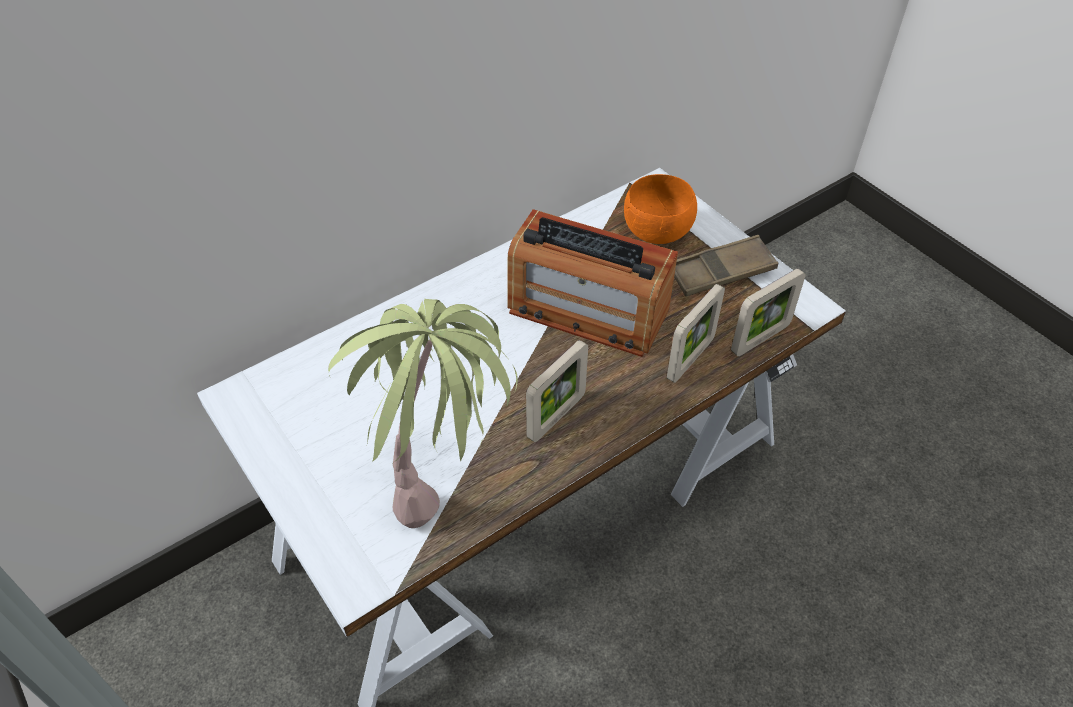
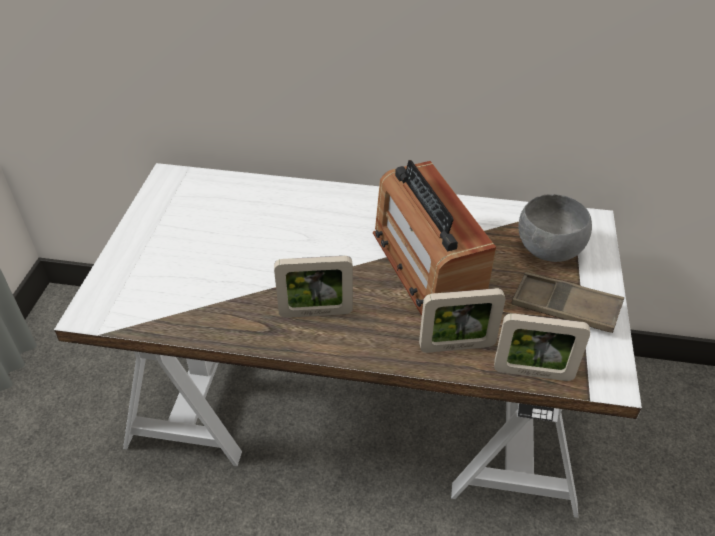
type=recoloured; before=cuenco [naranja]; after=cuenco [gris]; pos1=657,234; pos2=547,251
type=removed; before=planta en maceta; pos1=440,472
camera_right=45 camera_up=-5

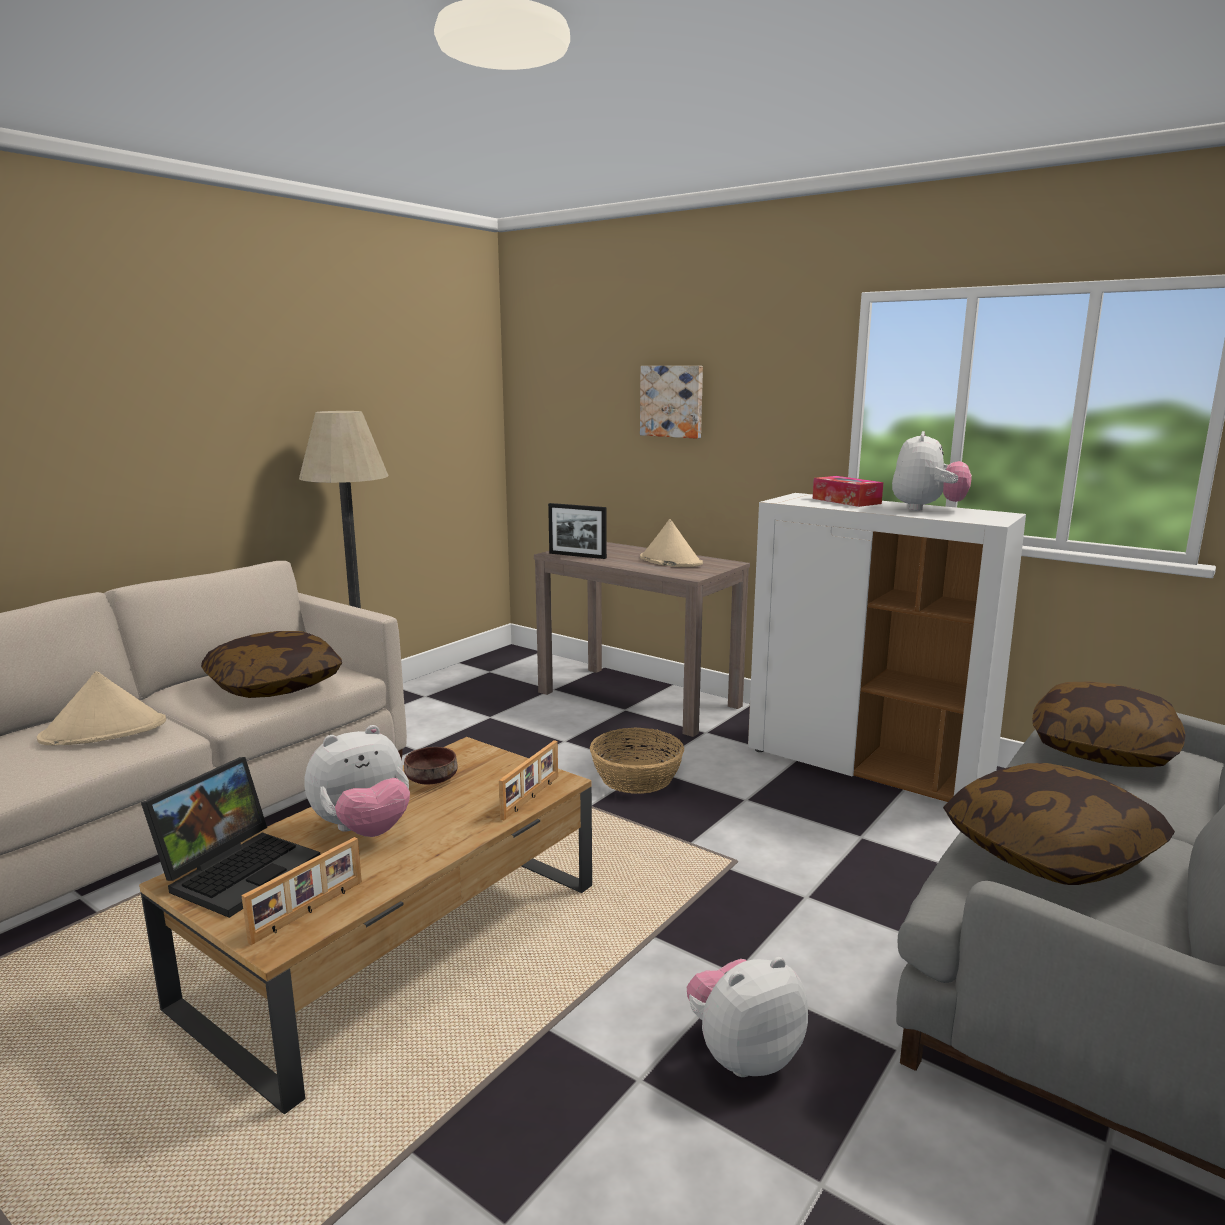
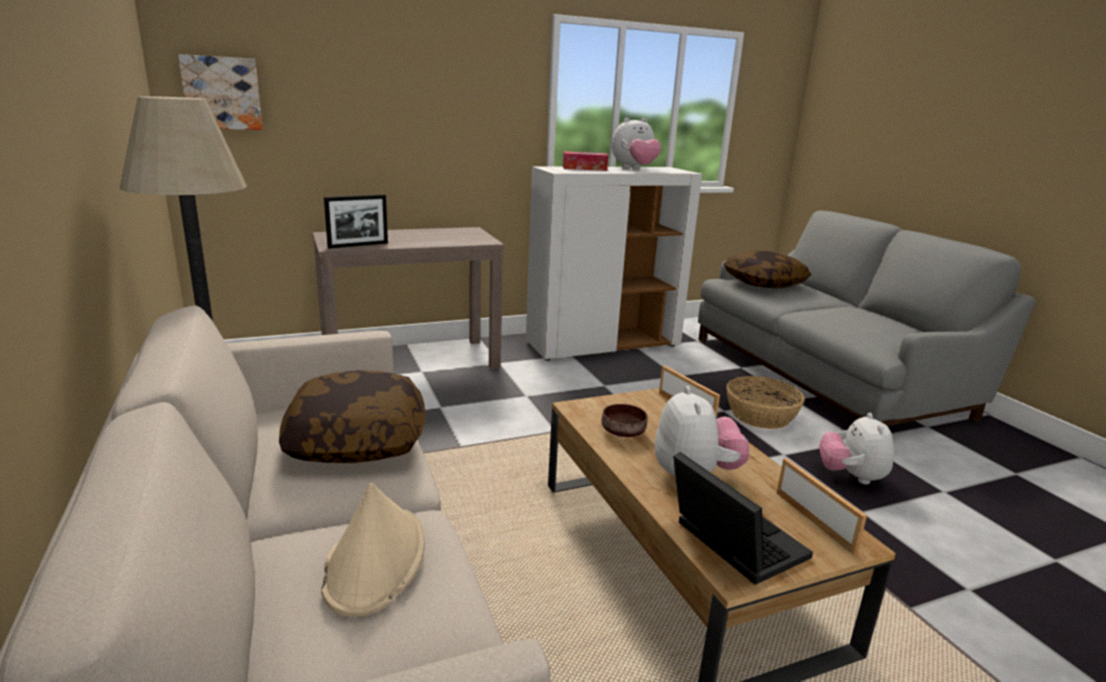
type=moved; before=cuadro; pos1=672,401; pos2=222,93
type=turned; before=peluche; pos1=927,509; pos2=634,168; turn=105
type=removed; before=sombrero [beis]; pos1=670,561
type=moved; before=cesta; pos1=636,777; pos2=760,415
type=removed; before=cojín; pos1=1050,852
camera_right=-60 camera_up=5

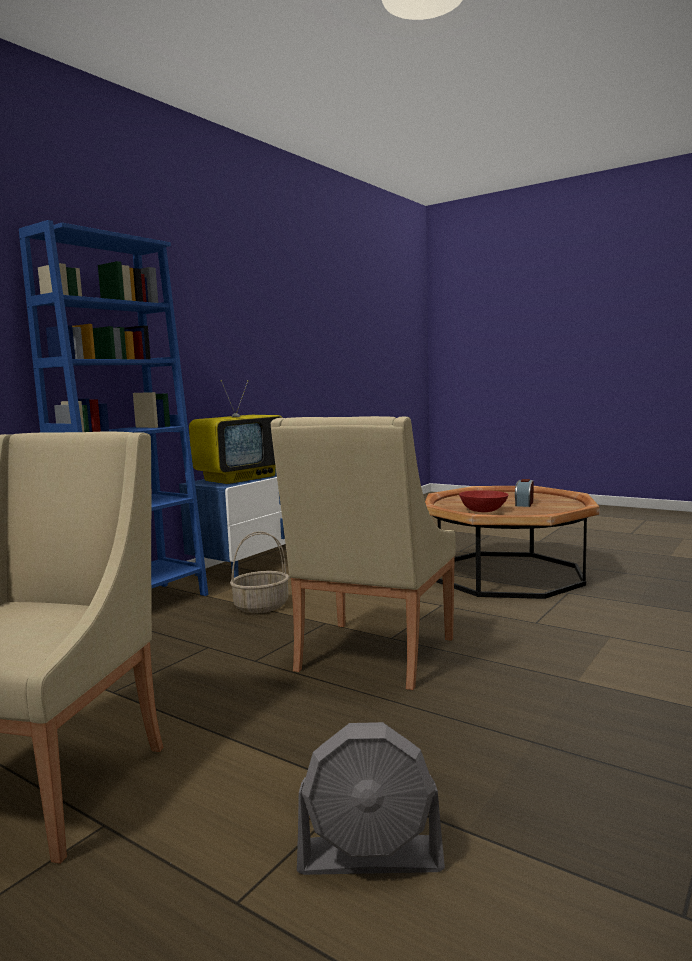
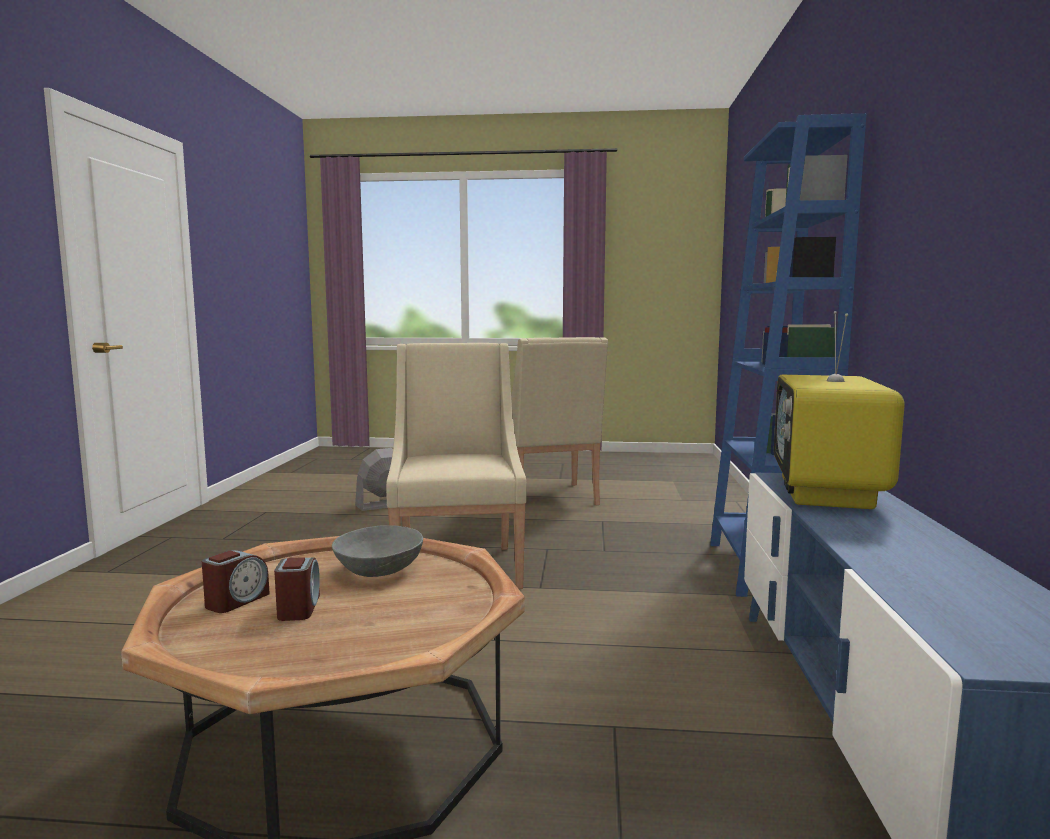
type=recoloured; before=cuenco [rojo]; after=cuenco [gris]; pos1=483,511; pos2=378,570
type=removed; before=cesta; pos1=261,606
type=added; after=despertador; pos2=236,601
camera_right=150 camera_up=0

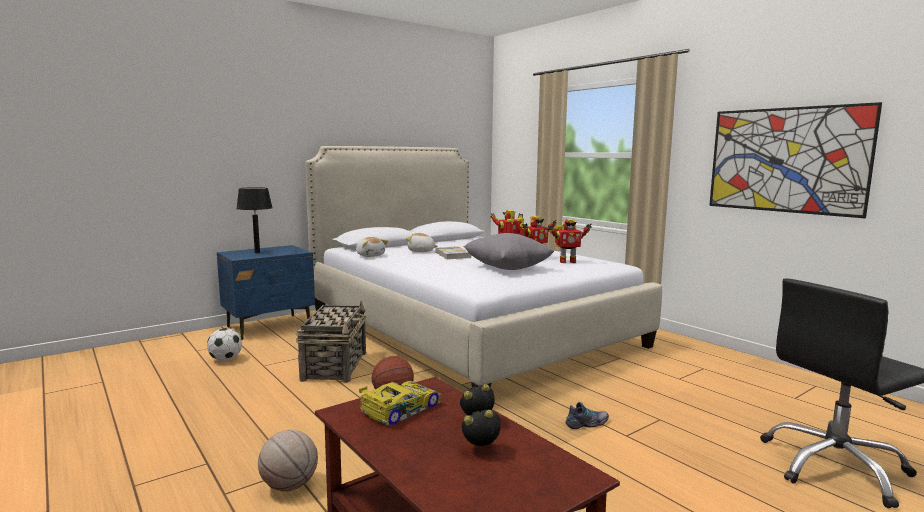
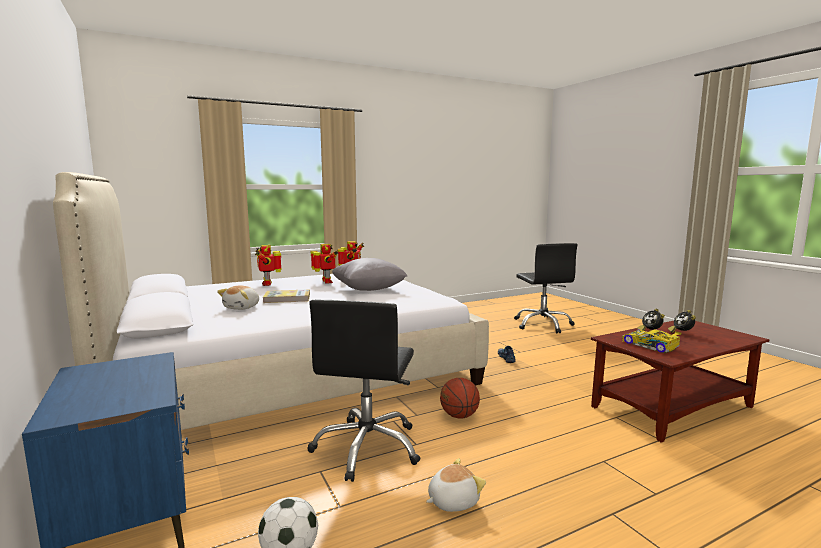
type=removed; before=cuadro; pos1=785,160
type=removed; before=lámpara de mesa [negro]; pos1=257,252
type=moved; before=peluche; pos1=370,255; pos2=452,501
type=replaced; before=cesta; after=silla de oficina [negro]; pos1=335,366; pos2=367,447
type=removed; before=balón de baloncesto; pos1=289,486
camera_right=-80 camera_up=0

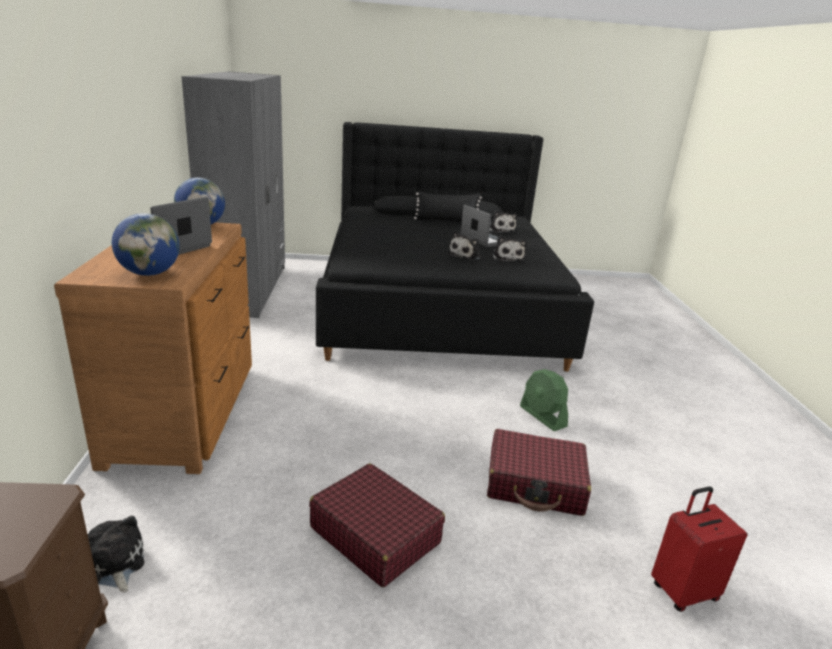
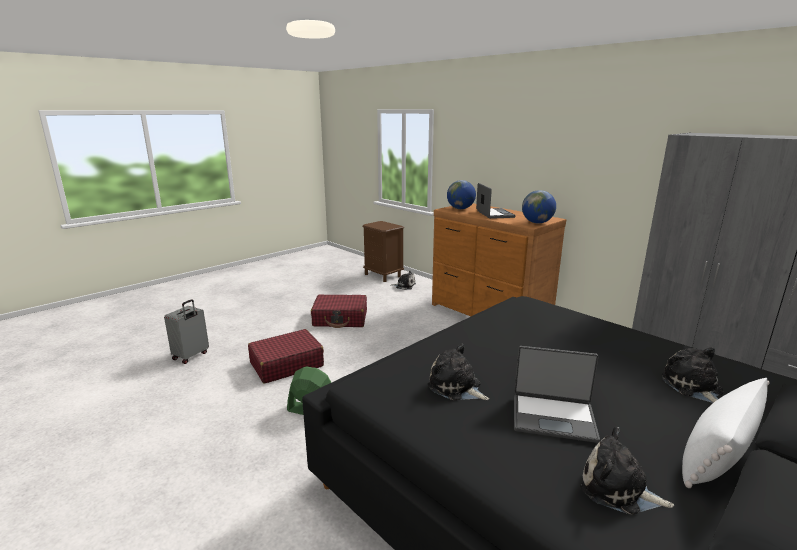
type=recoloured; before=cojín [negro]; after=cojín [blanco]; pos1=446,221; pos2=718,453
type=moved; before=peluche; pos1=465,256; pos2=693,387
type=recoloured; before=maleta [rojo]; after=maleta [gris]; pos1=682,591; pos2=191,356
camera_right=140 camera_up=-5

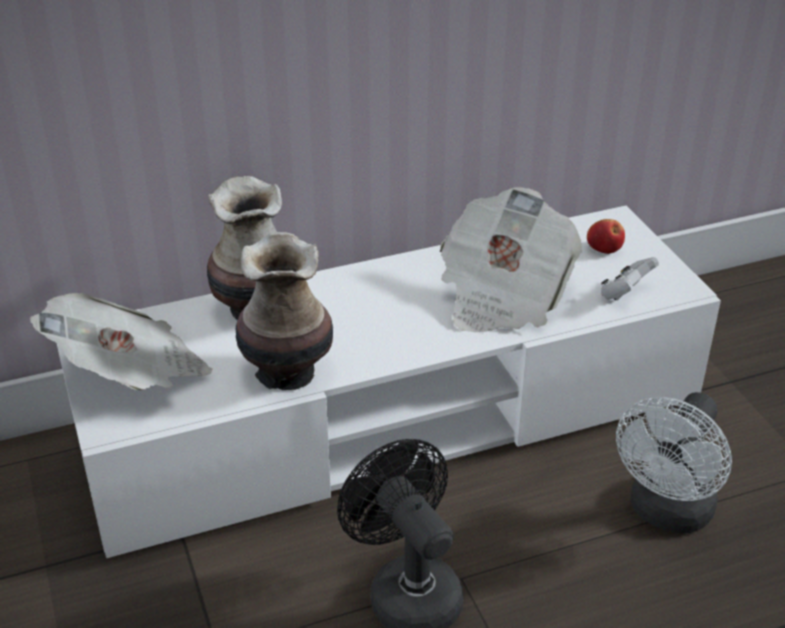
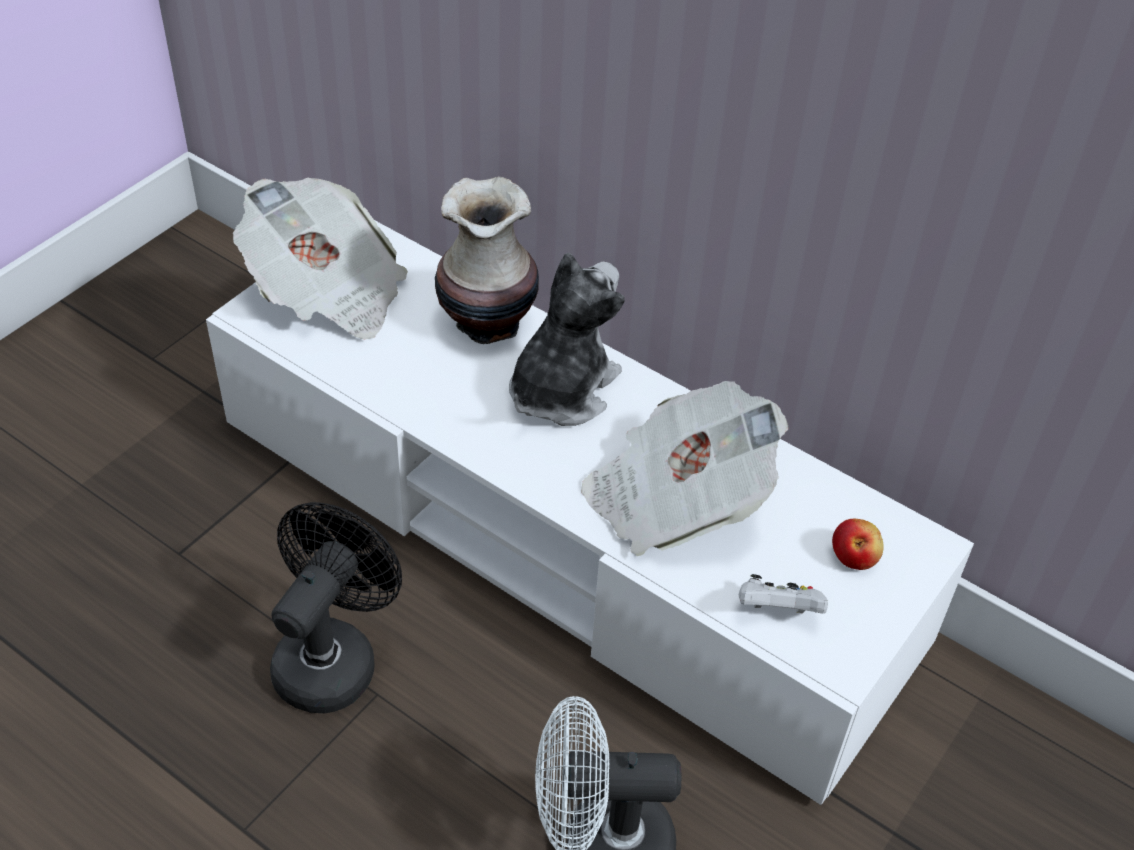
type=removed; before=florero; pos1=285,372
type=added; after=peluche; pos2=561,390
camera_right=55 camera_up=10

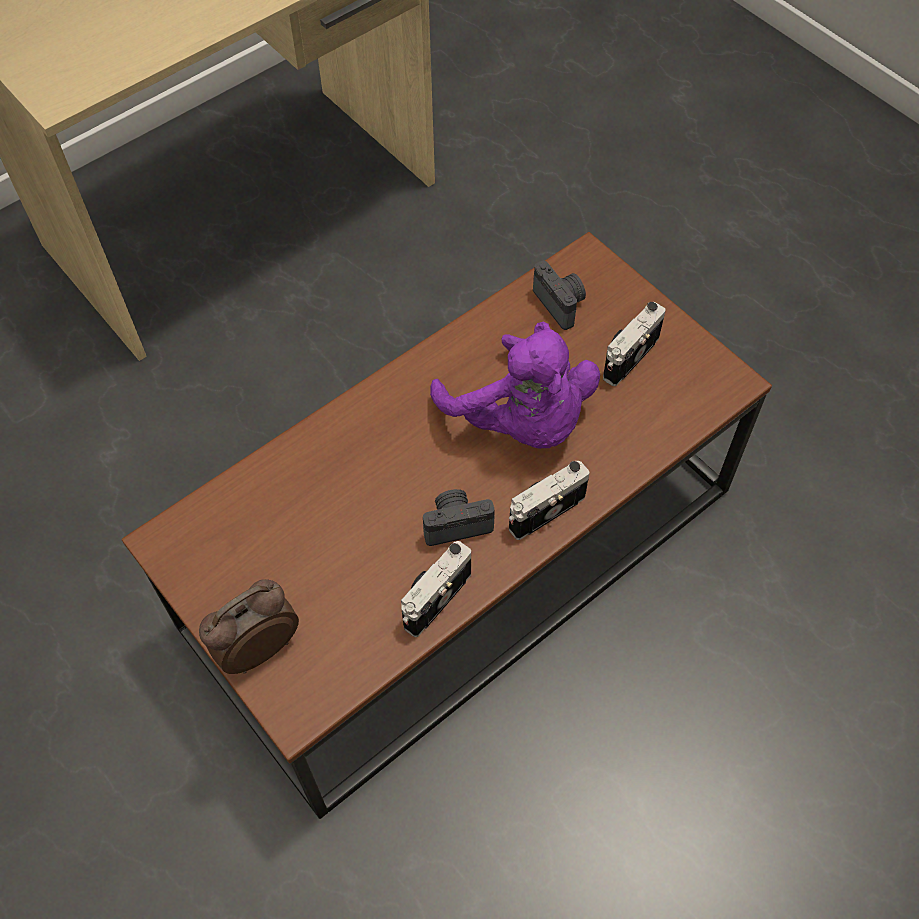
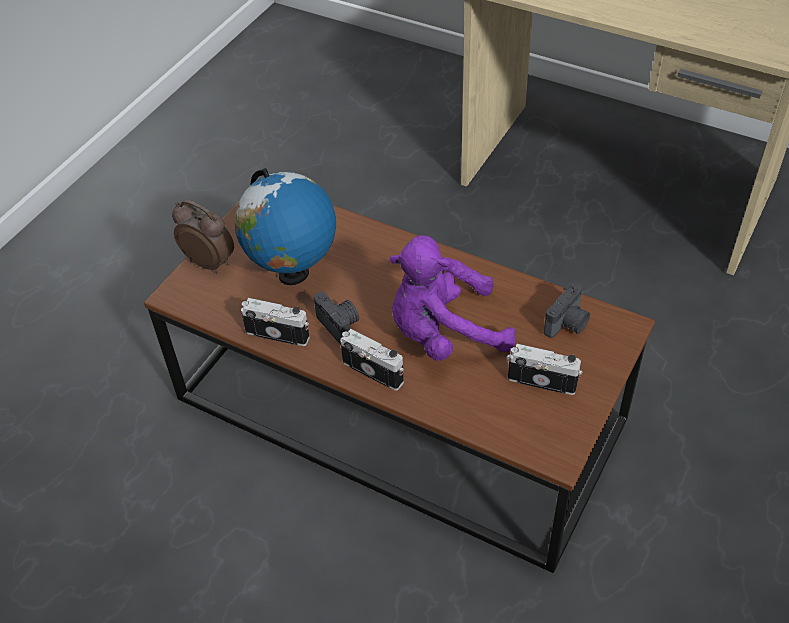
type=turned; before=peluche [morado]; pos1=521,421; pos2=444,333; turn=45
type=added; after=globo terráqueo; pos2=293,274
camera_right=70 camera_up=-10

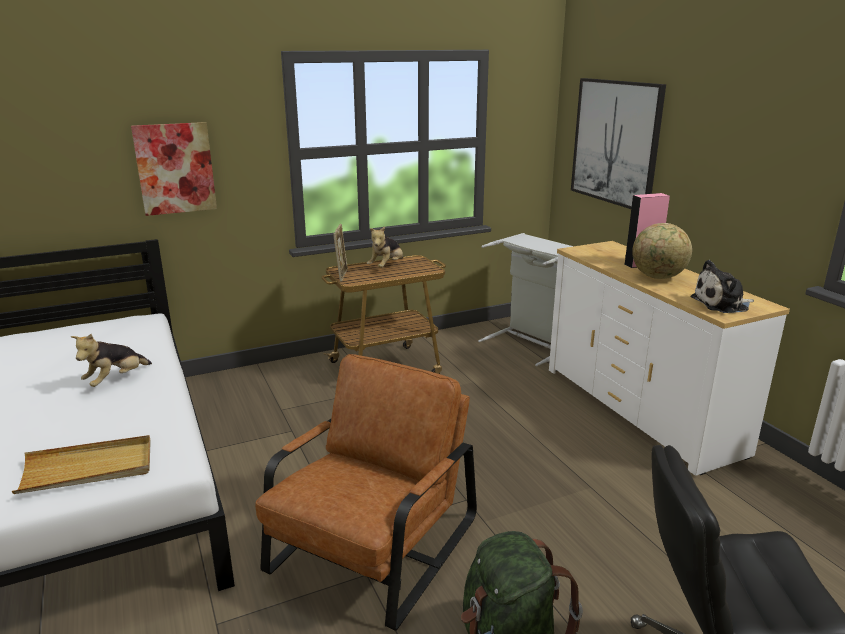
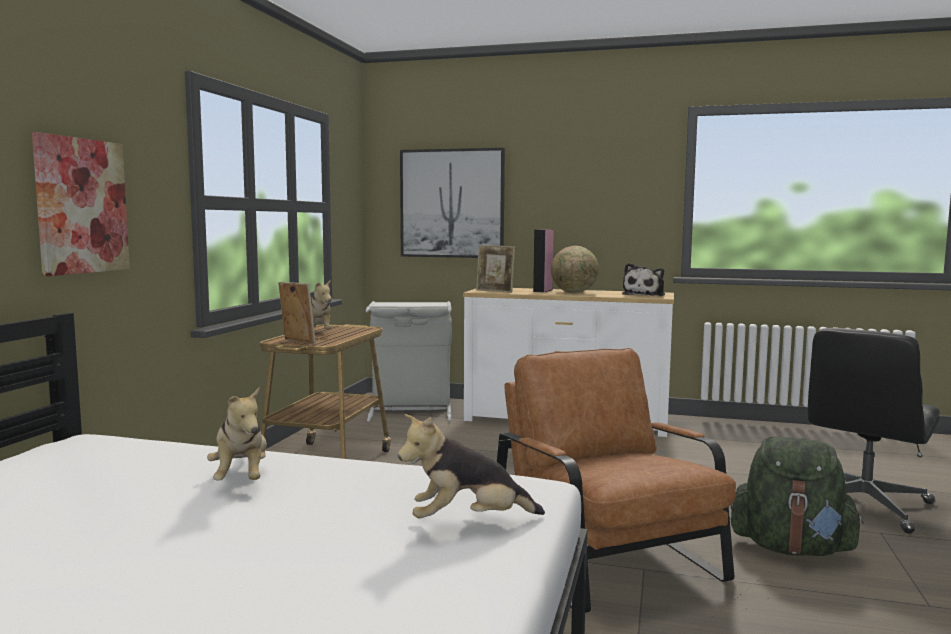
type=replaced; before=bandeja [beis]; after=peluche; pos1=88,469; pos2=468,522
type=added; after=portarretratos; pos2=495,291
camera_right=-50 camera_up=-15

